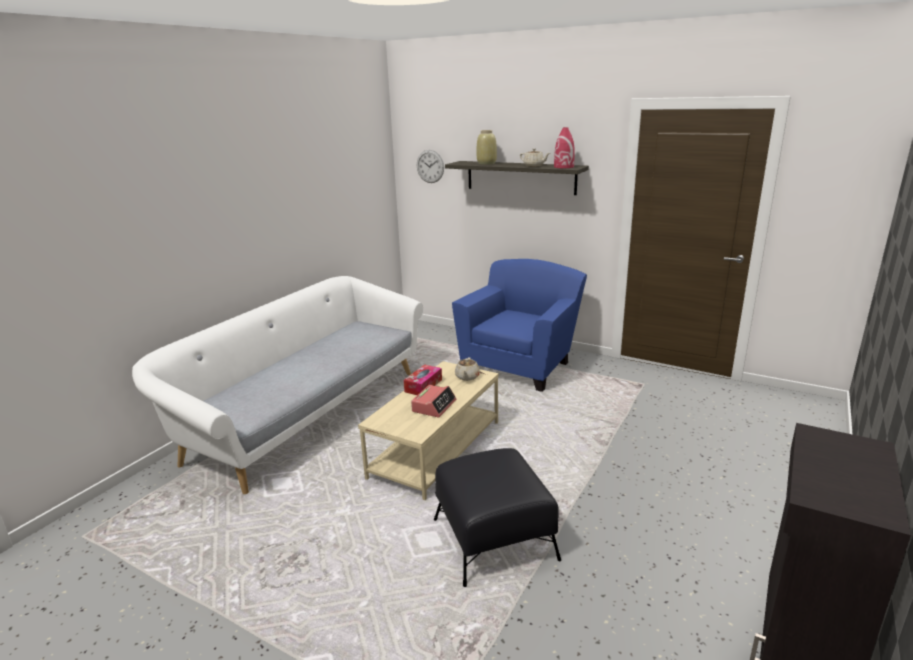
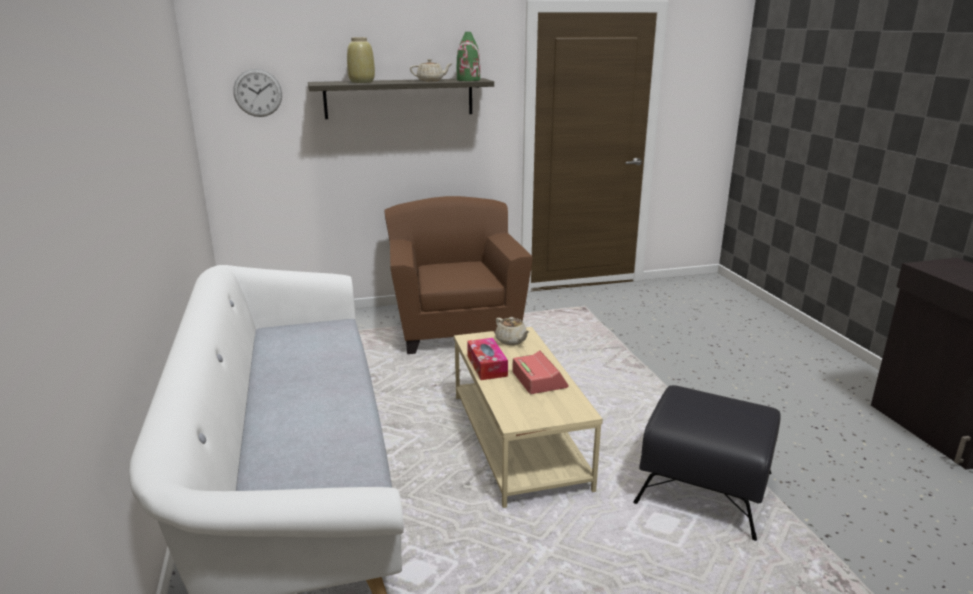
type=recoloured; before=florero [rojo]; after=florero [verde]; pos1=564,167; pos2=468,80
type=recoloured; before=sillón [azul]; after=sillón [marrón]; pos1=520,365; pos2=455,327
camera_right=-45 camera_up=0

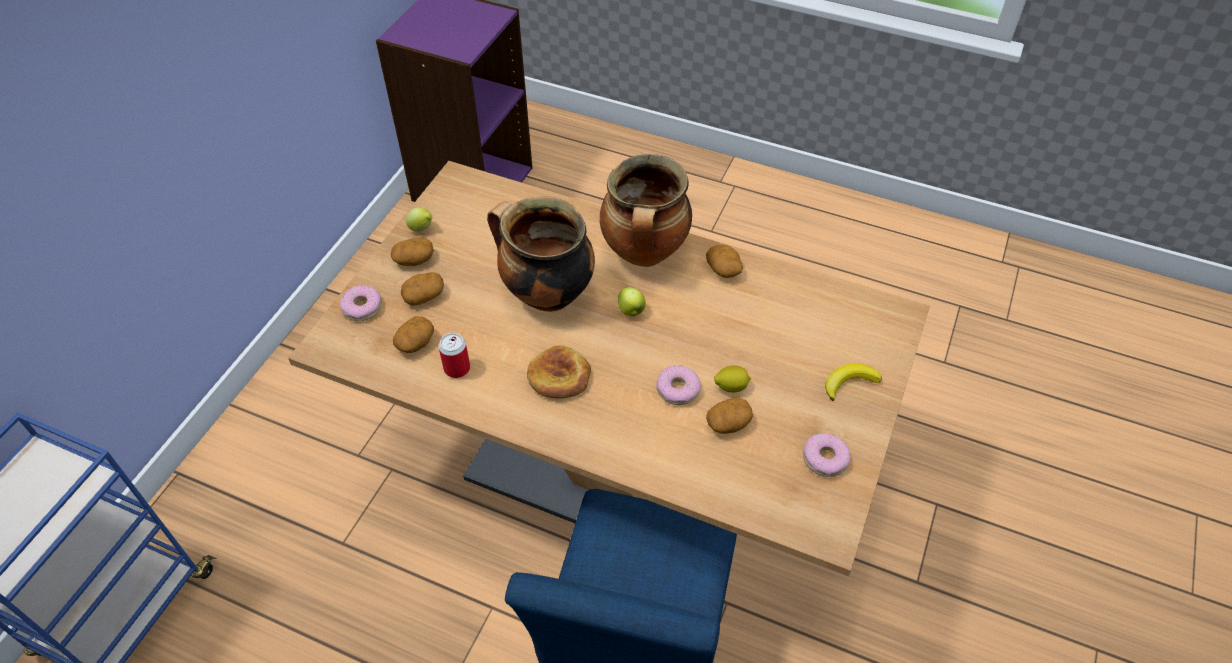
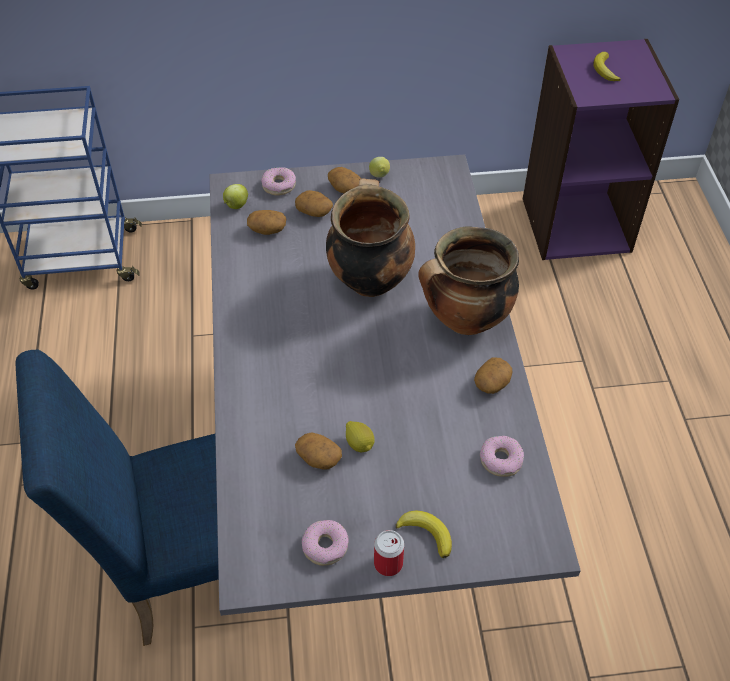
type=recoloured; before=mesa de comedor [marrón]; after=mesa de comedor [gris]; pos1=616,468; pos2=365,471
type=moved; before=manzana; pos1=631,311; pos2=236,205
type=moved; before=lata; pos1=457,368; pos2=388,563
type=removed; before=pan; pos1=559,376
type=moved; before=rosquilla; pos1=678,389; pos2=501,460
type=added; after=plátano; pos2=604,70
camera_right=60 camera_up=0

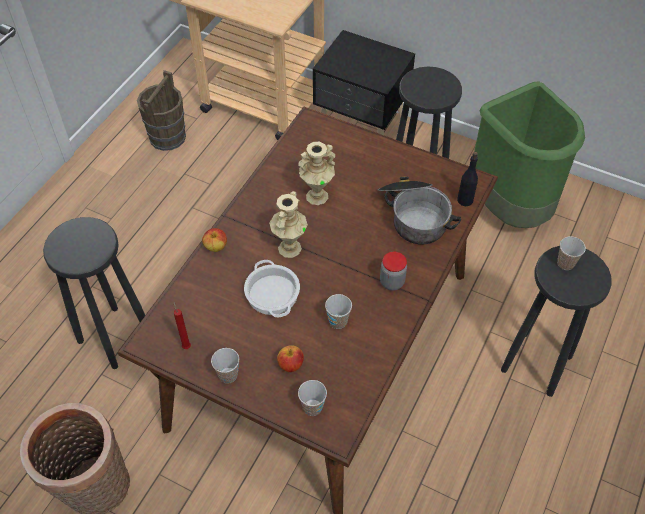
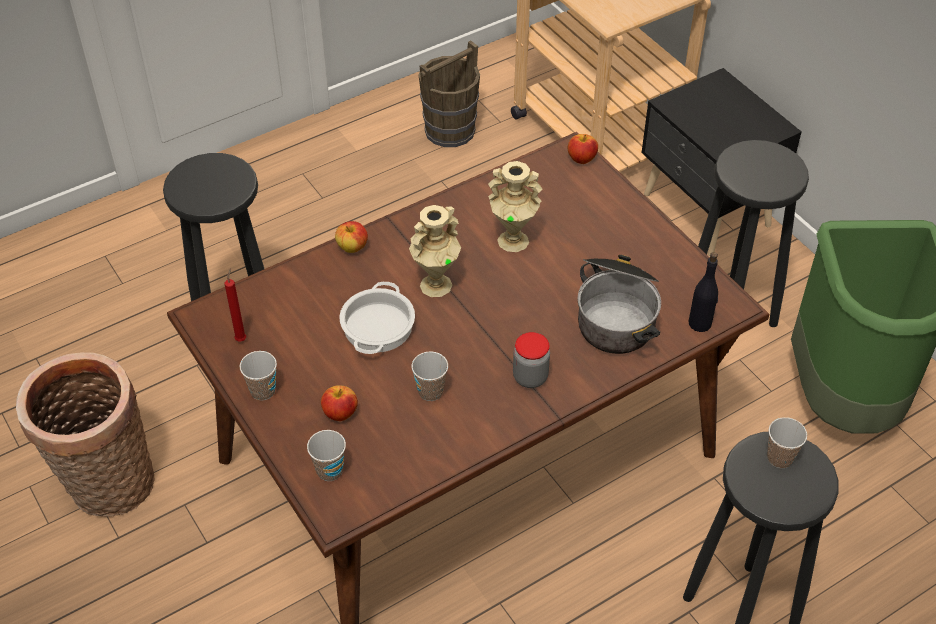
type=added; after=manzana; pos2=581,159
camera_right=30 camera_up=-5

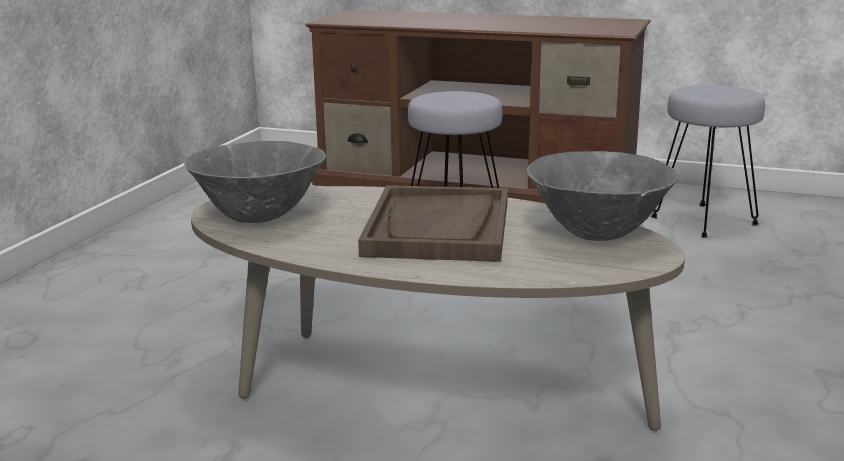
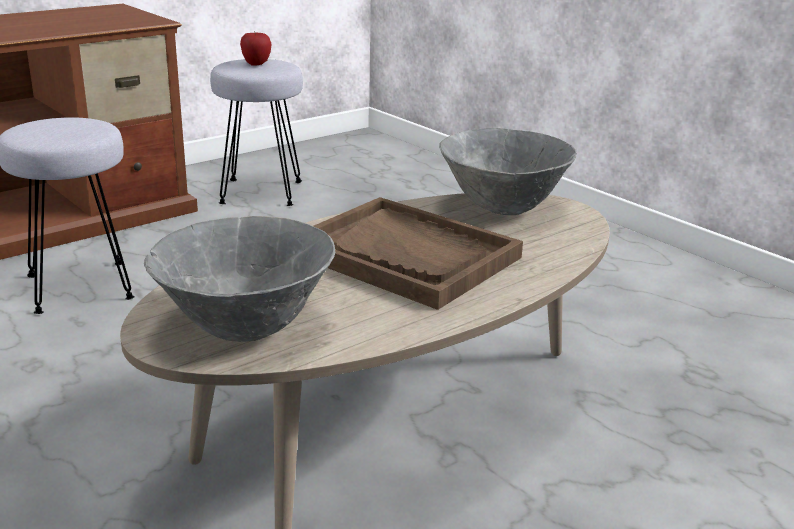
type=added; after=manzana; pos2=256,64
camera_right=-60 camera_up=5

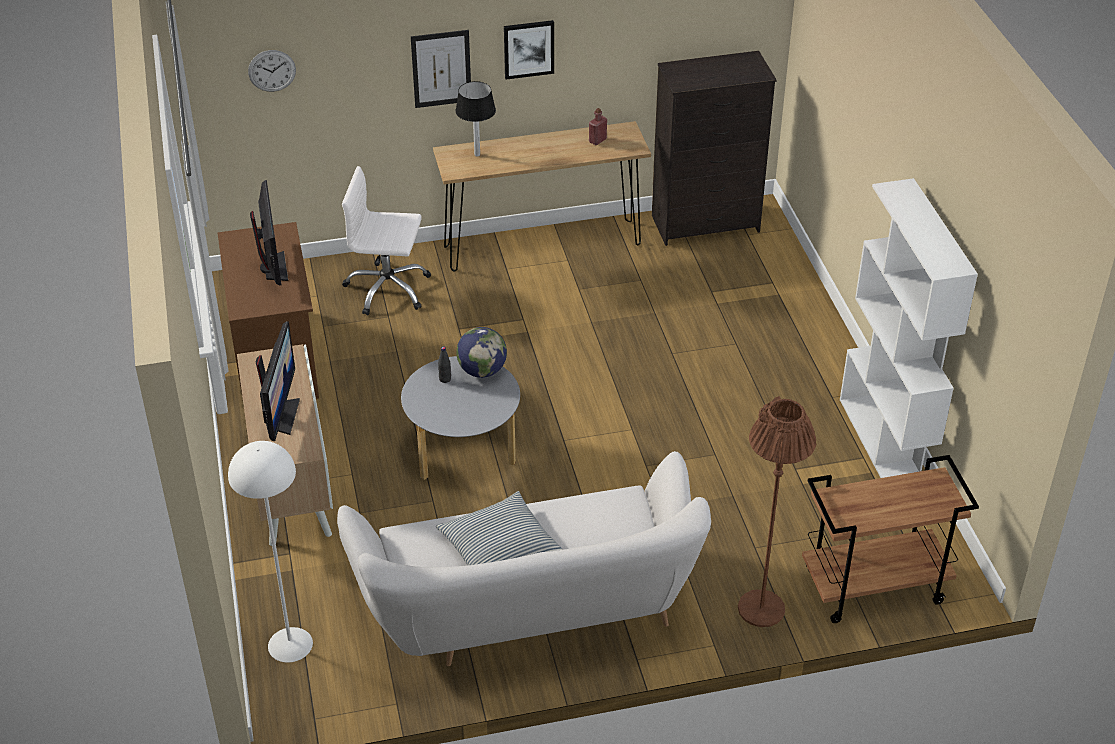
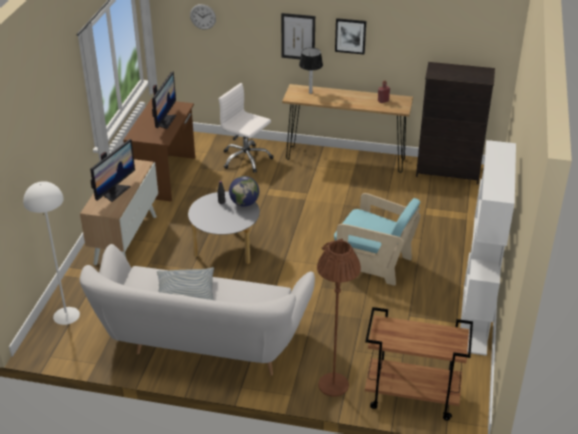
type=added; after=sillón [turquesa]; pos2=373,263
camera_right=25 camera_up=-5

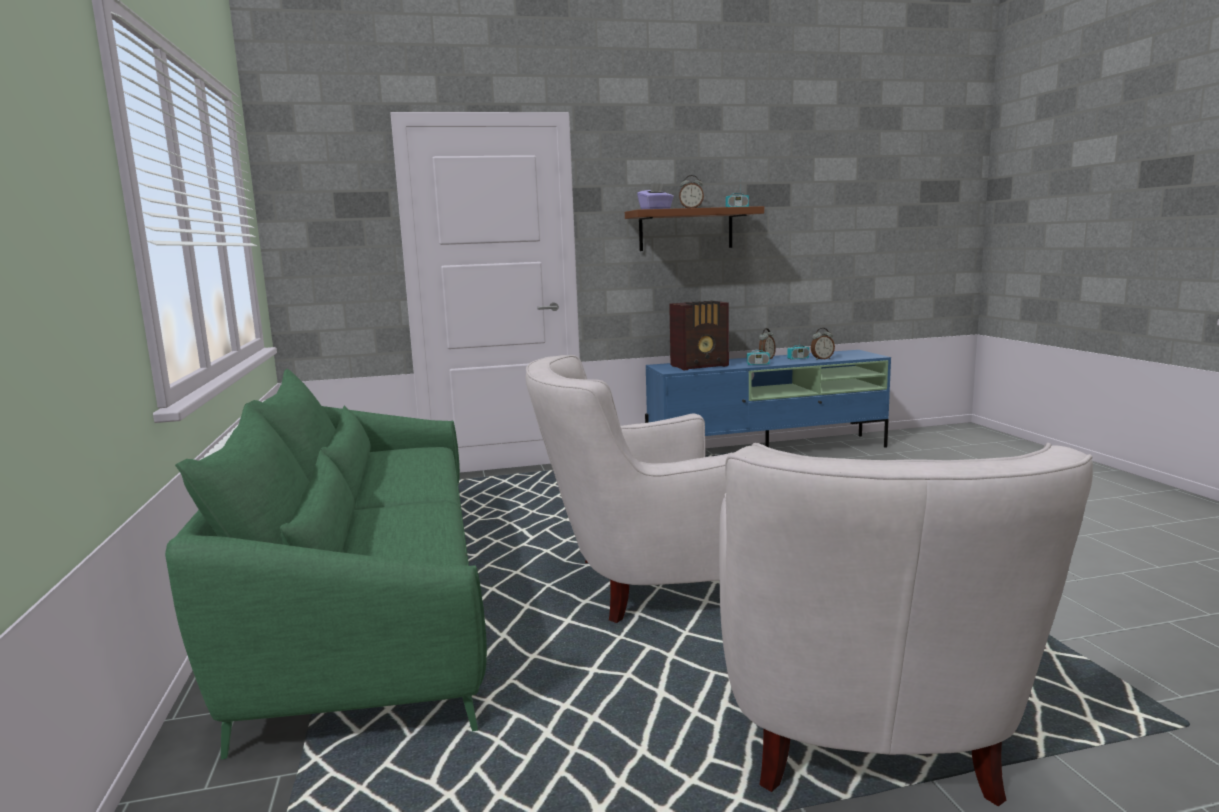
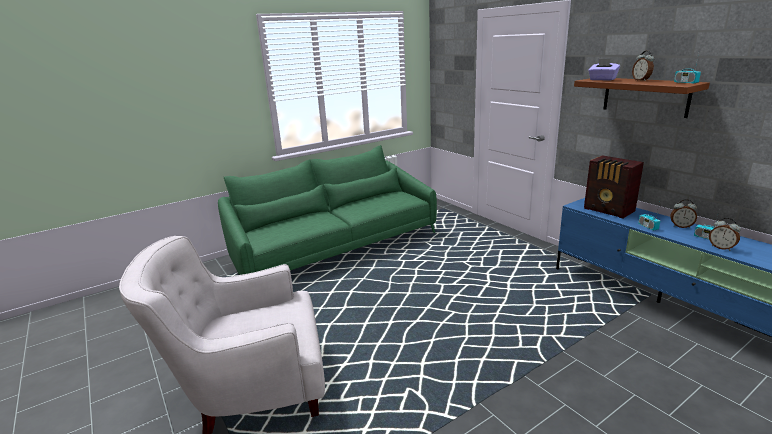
type=removed; before=sillón [blanco]; pos1=653,583
camera_right=70 camera_up=10

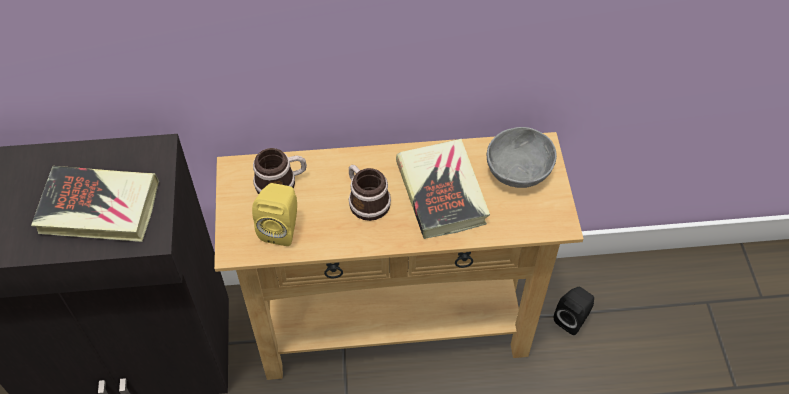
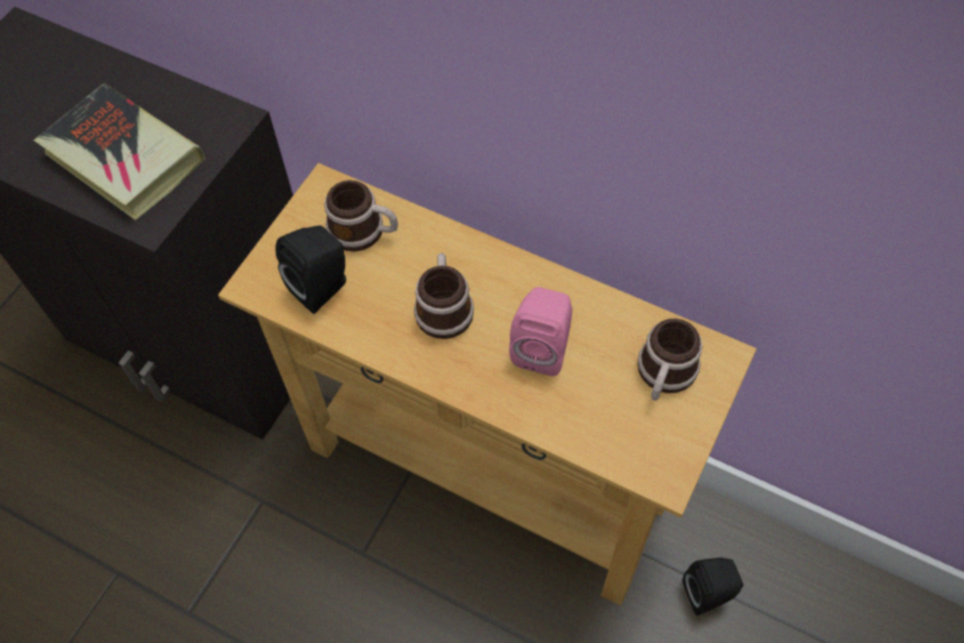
type=replaced; before=cuenco [gris]; after=taza grande; pos1=519,172; pos2=664,375
type=replaced; before=libro; after=altavoz [rosa]; pos1=441,192; pos2=542,348
type=recoloured; before=altavoz [amarillo]; after=altavoz [negro]; pos1=281,228; pos2=323,287
camera_right=35 camera_up=5

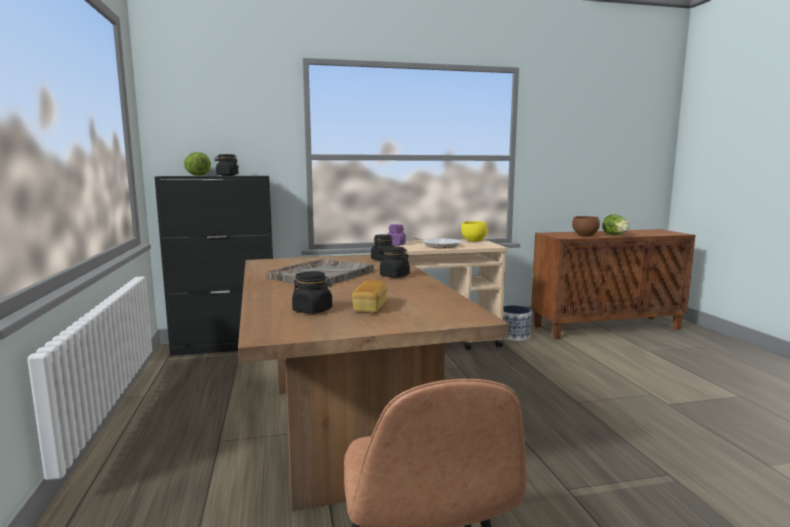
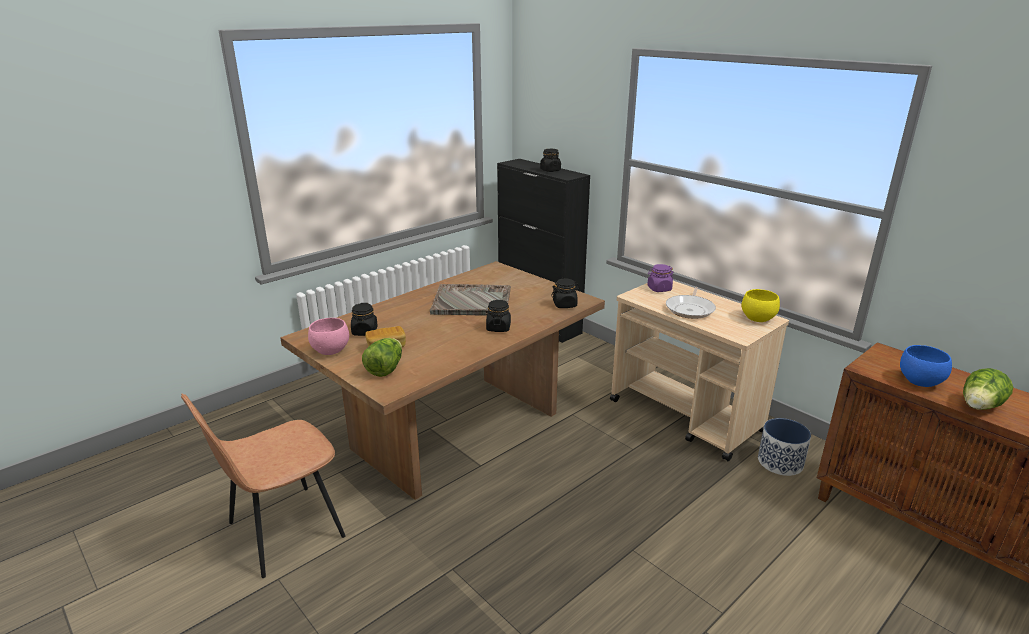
type=moved; before=lechuga; pos1=196,175; pos2=385,369
type=recoloured; before=cuenco [marrón]; after=cuenco [azul]; pos1=585,235; pos2=918,382
type=added; after=cuenco [rosa]; pos2=329,351
camera_right=60 camera_up=15

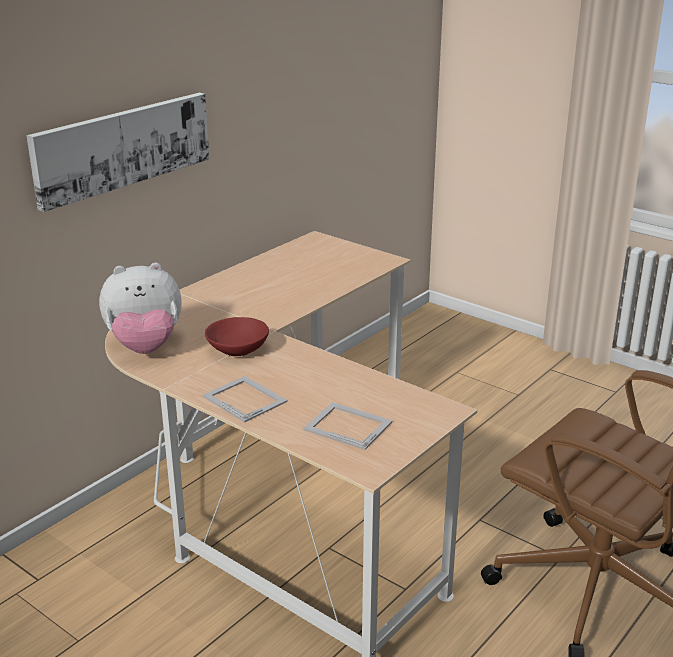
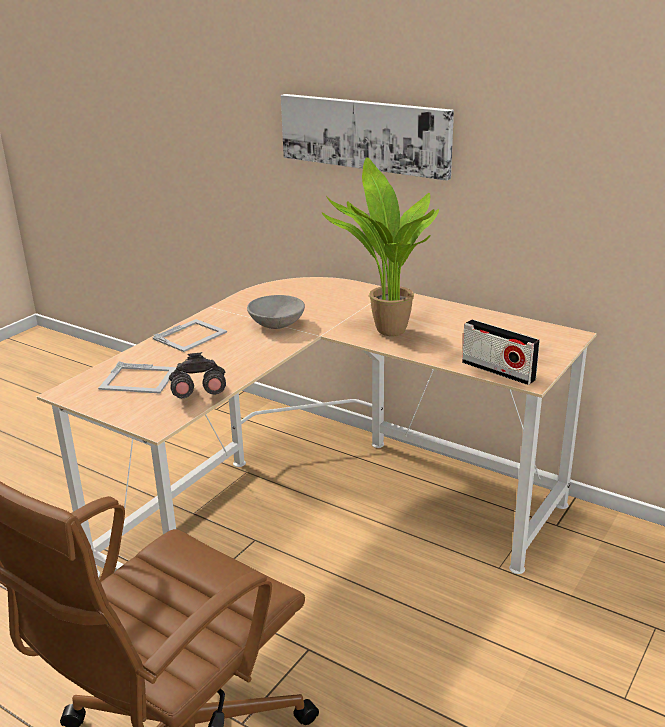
type=removed; before=peluche; pos1=145,347
type=recoloured; before=cuenco [rojo]; after=cuenco [gris]; pos1=238,350; pos2=276,324
type=turned; before=portarretratos; pos1=347,425; pos2=139,379; turn=75
type=added; after=planta en maceta; pos2=385,331
type=added; after=radio; pos2=498,371
type=added; after=prismáticos [gris]; pos2=198,394
camera_right=85 camera_up=0

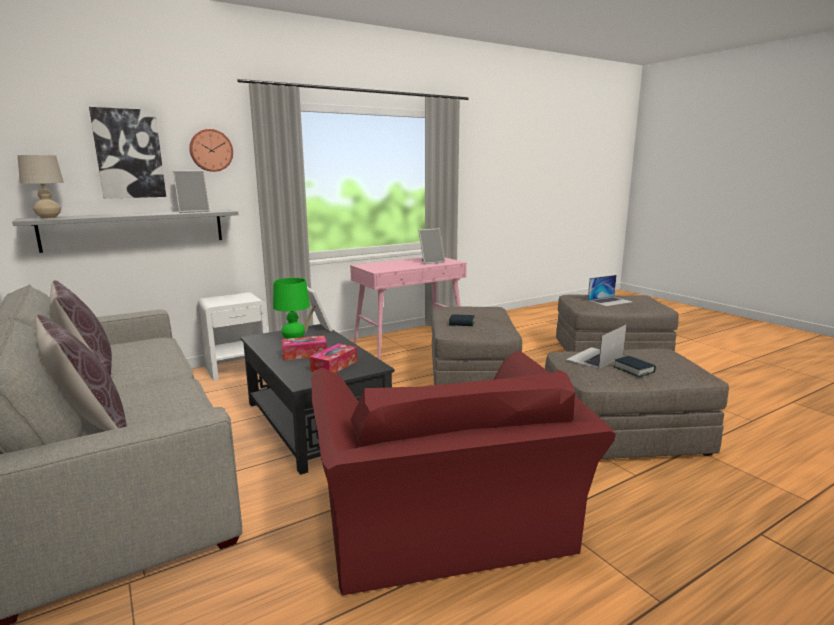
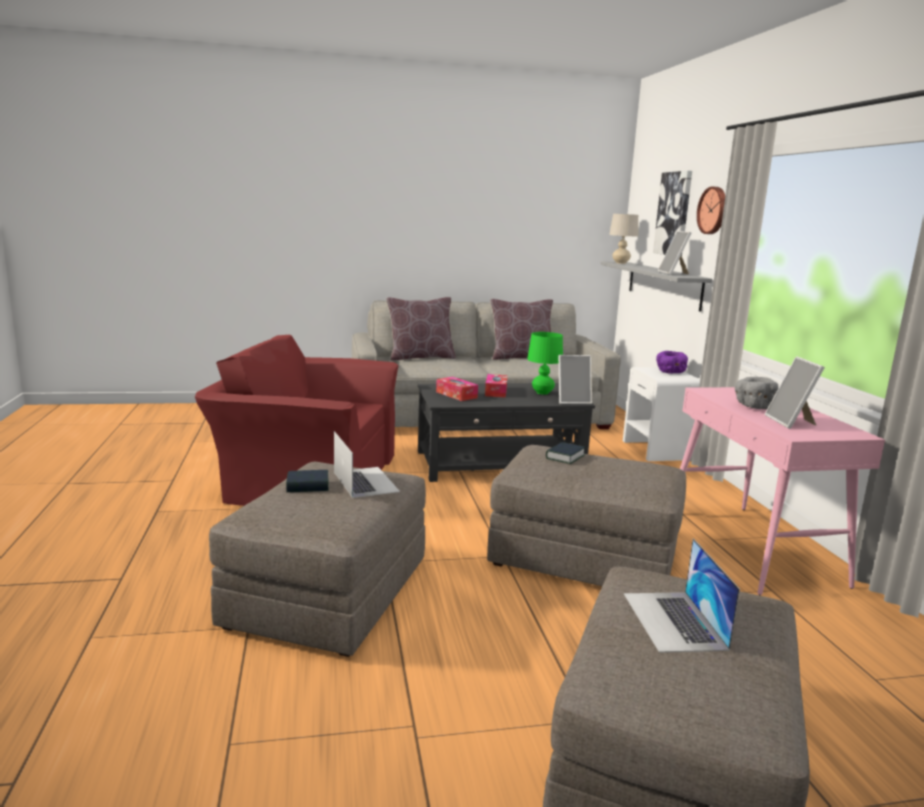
type=added; after=cuenco [morado]; pos2=670,372
type=added; after=cuenco [gris]; pos2=753,407
camera_right=110 camera_up=0

